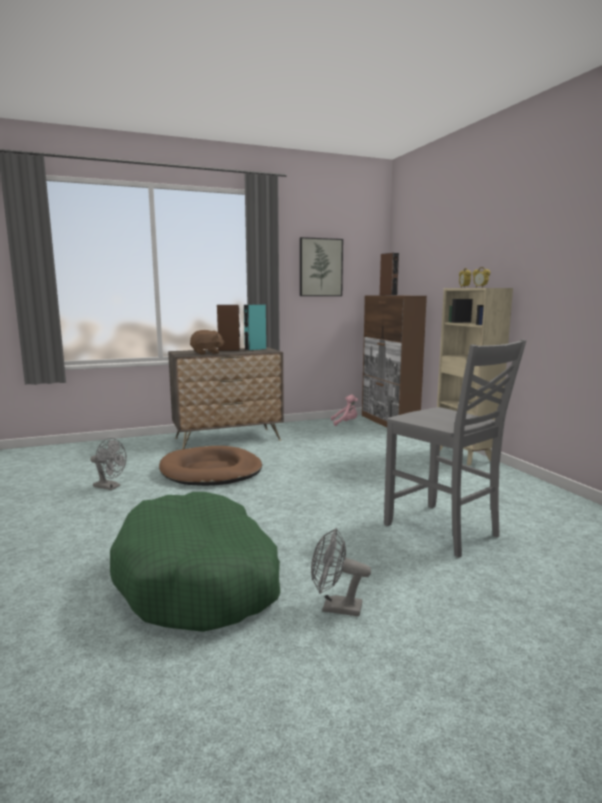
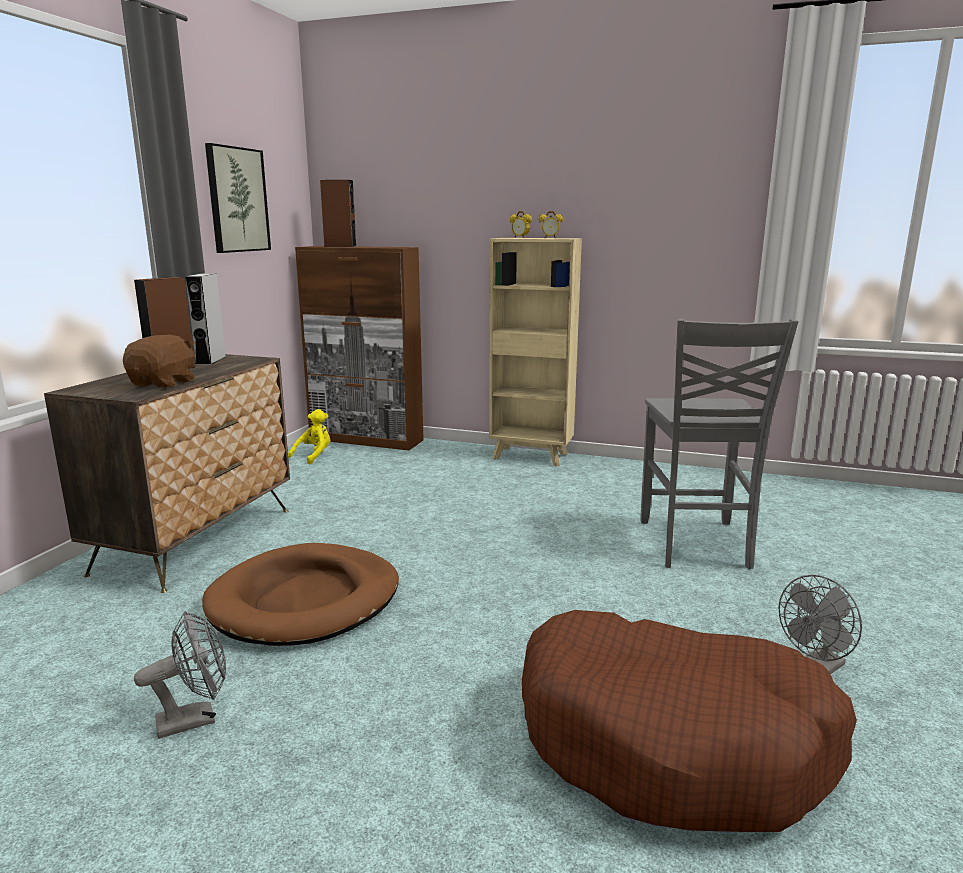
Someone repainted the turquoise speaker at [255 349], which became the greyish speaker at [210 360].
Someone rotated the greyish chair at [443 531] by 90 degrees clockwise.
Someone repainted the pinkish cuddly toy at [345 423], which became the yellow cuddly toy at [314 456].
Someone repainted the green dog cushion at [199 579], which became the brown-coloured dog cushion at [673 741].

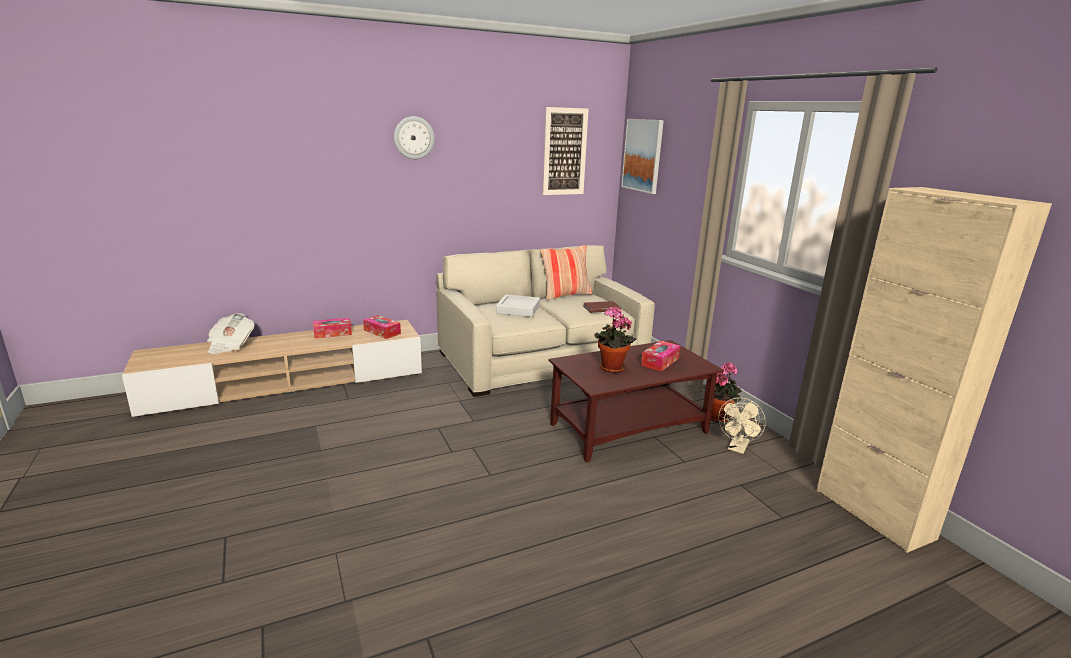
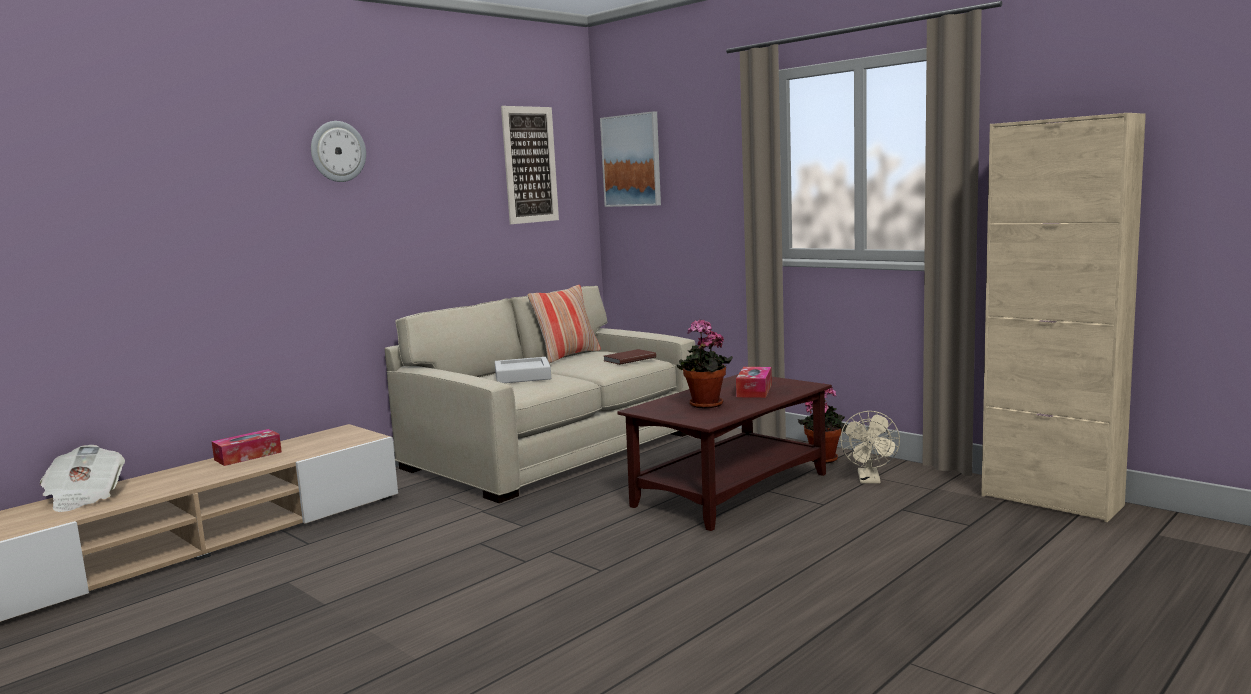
Someone took away the tissue holder at [382 332].

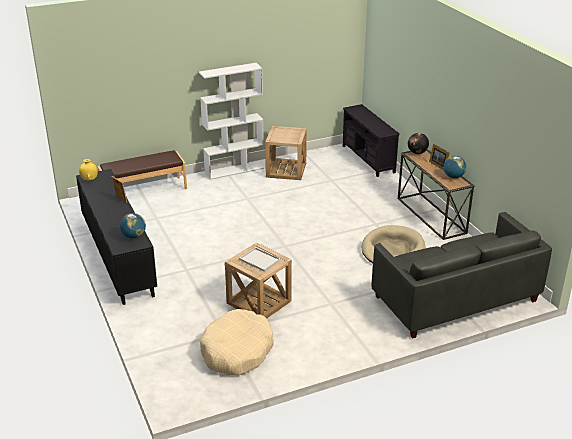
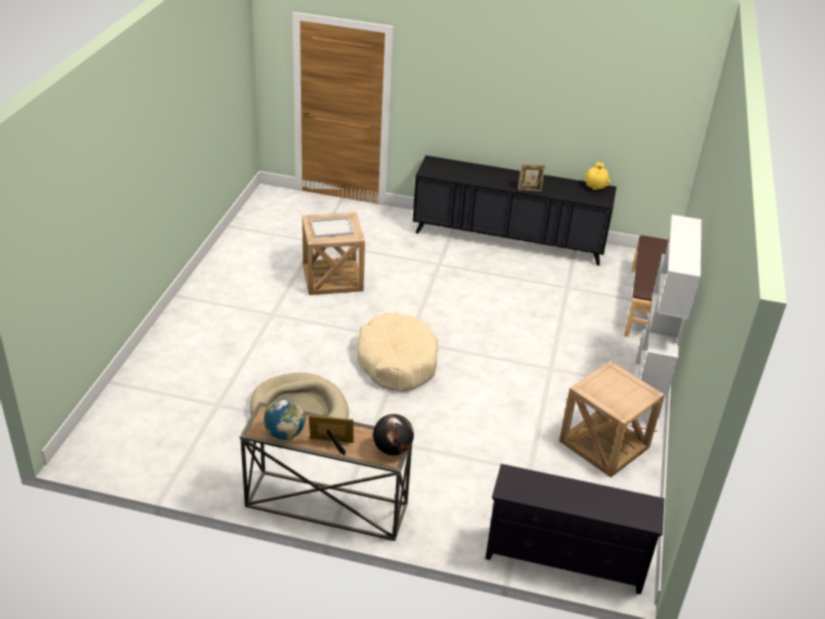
Someone took away the greyish settee at [455 299].
Someone took away the world globe at [134 236].
Someone carried the sand-coloured dog cushion from [237 351] to [396 362].

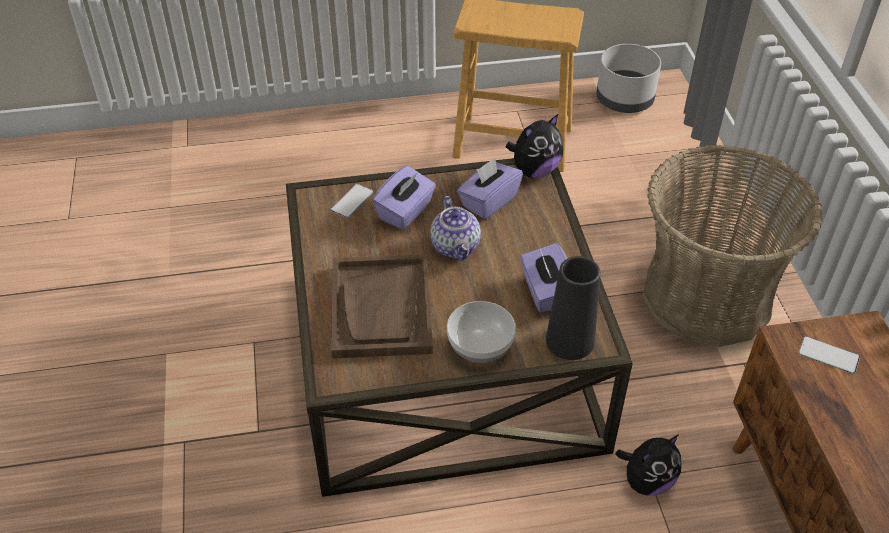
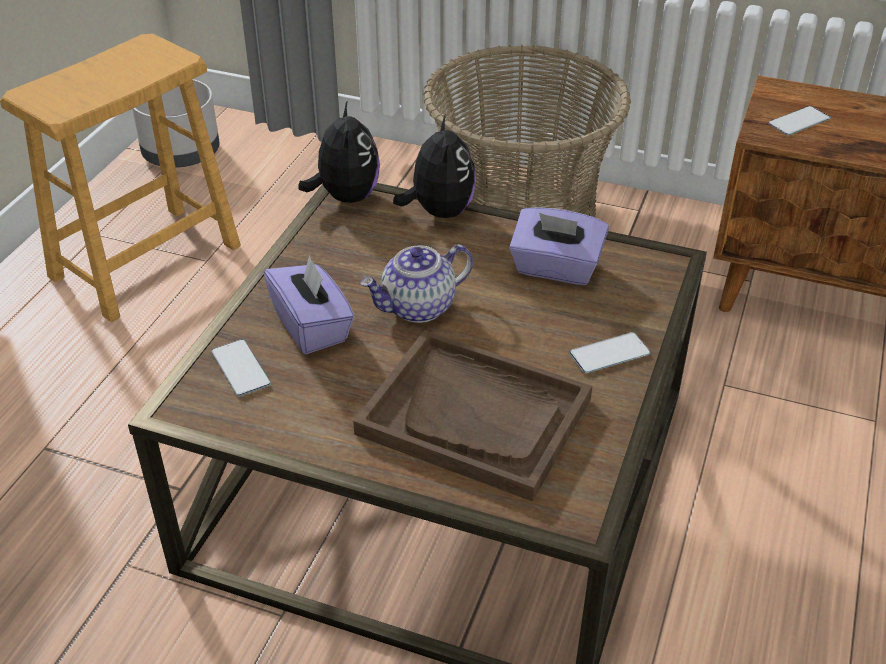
Someone took away the purplish tissue holder at [488 201].
Someone rotated the tea pot at [456 246] by 135 degrees clockwise.
Someone took away the black-coloured flower vase at [570 341].
Someone swapped the deep dish at [480 347] for the phone at [609 353].
Someone carried the cuddly toy from [646 481] to [439 211].

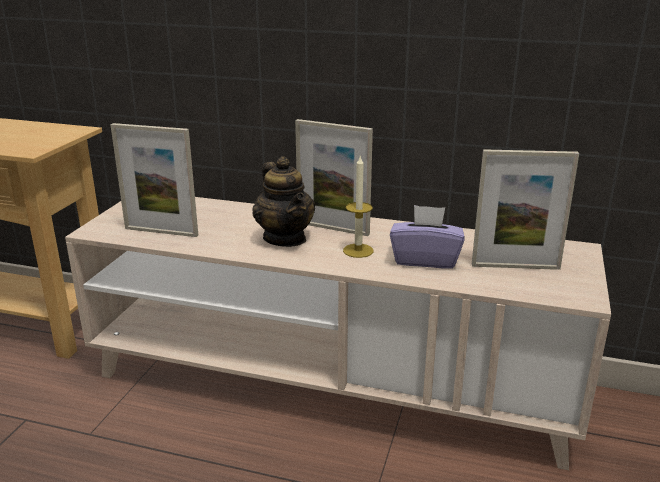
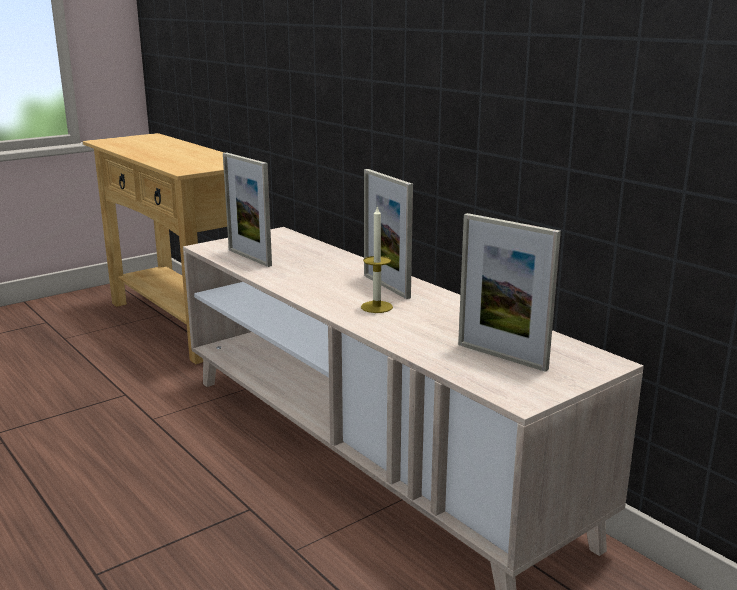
Someone took away the tea pot at [285 238].
Someone took away the purplish tissue holder at [425 259].

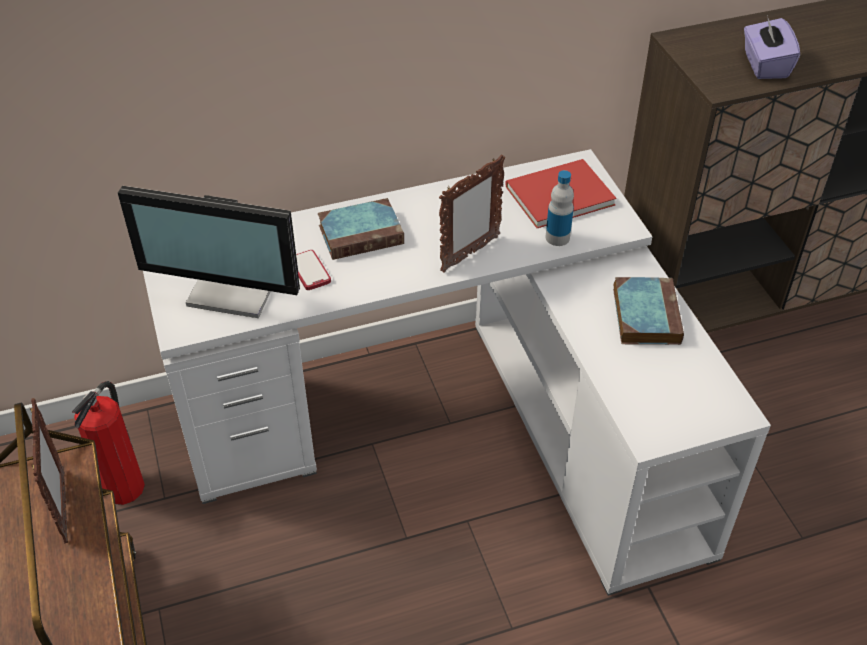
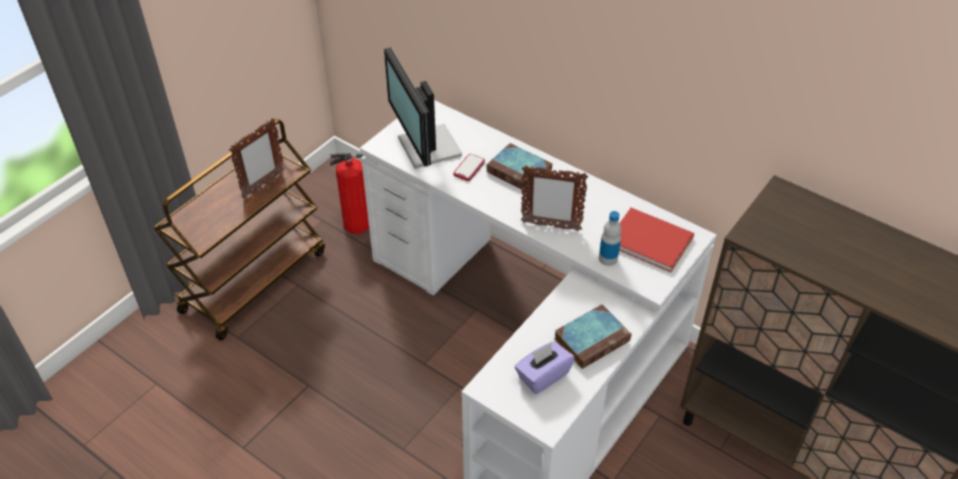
Someone carried the purplish tissue holder from [764 65] to [543 376].

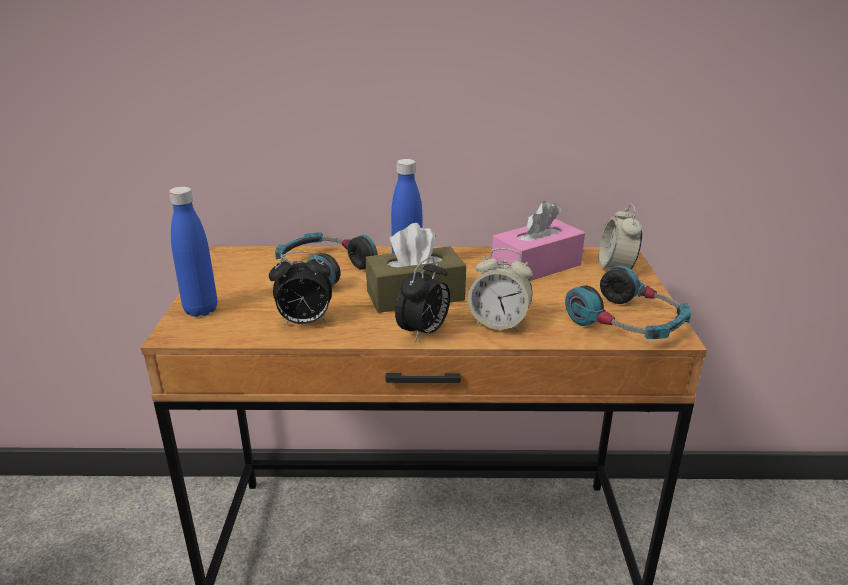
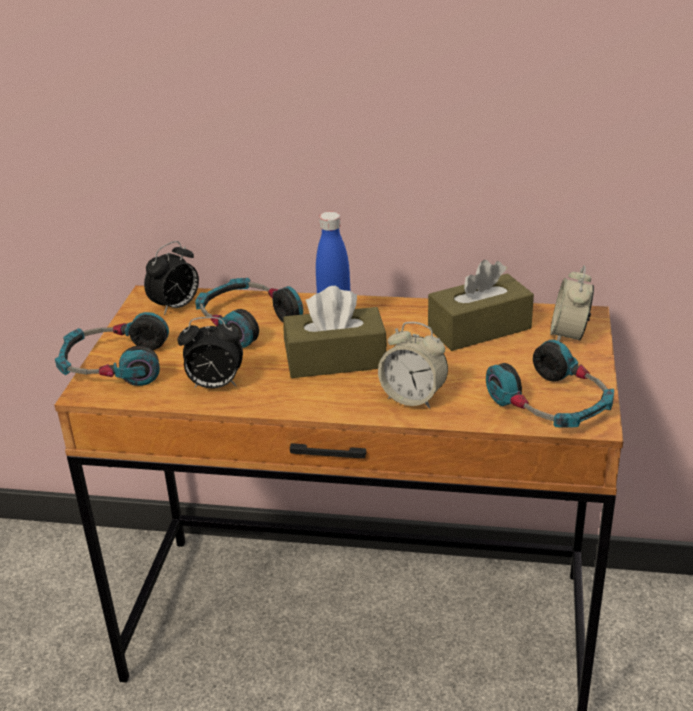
Someone swapped the blue beverage bottle at [201 310] for the headset at [115 365].
Someone repainted the pinkish tissue holder at [536 266], which became the brown-coloured tissue holder at [479 328].
Someone carried the alarm clock from [423 333] to [176 307].

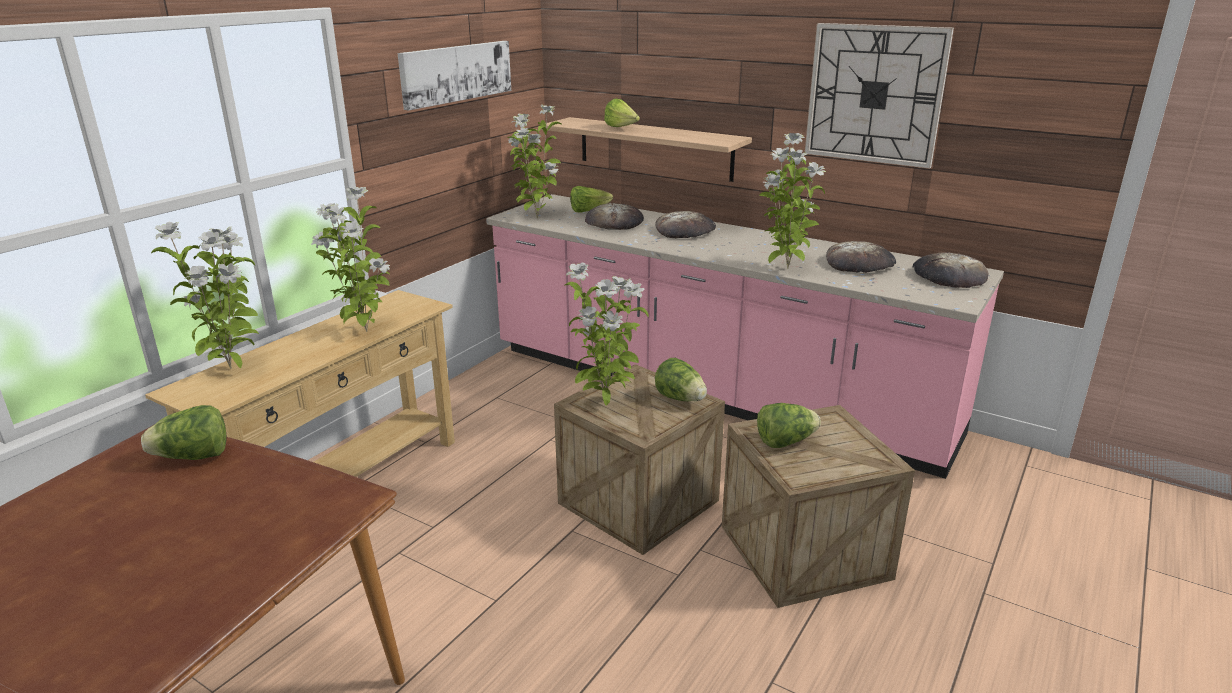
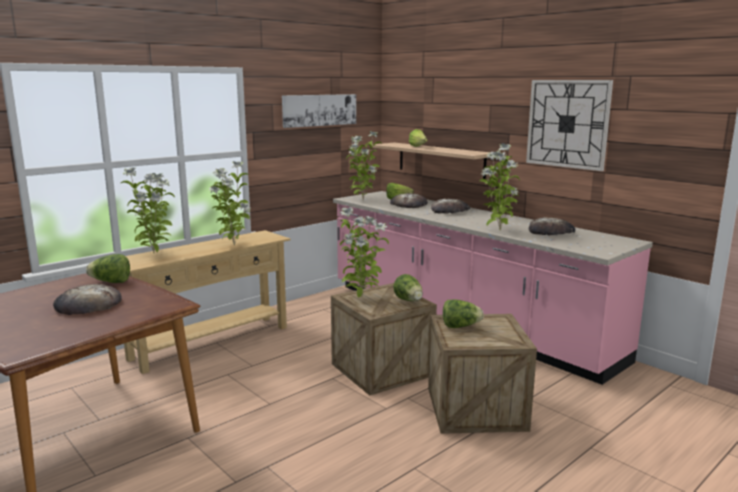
Someone carried the bakery bread from [948 276] to [88 304].

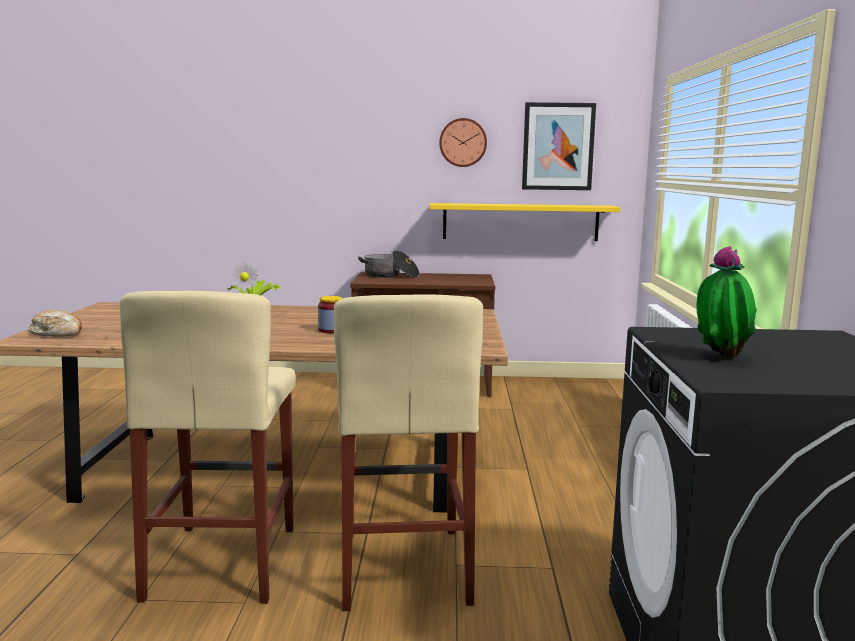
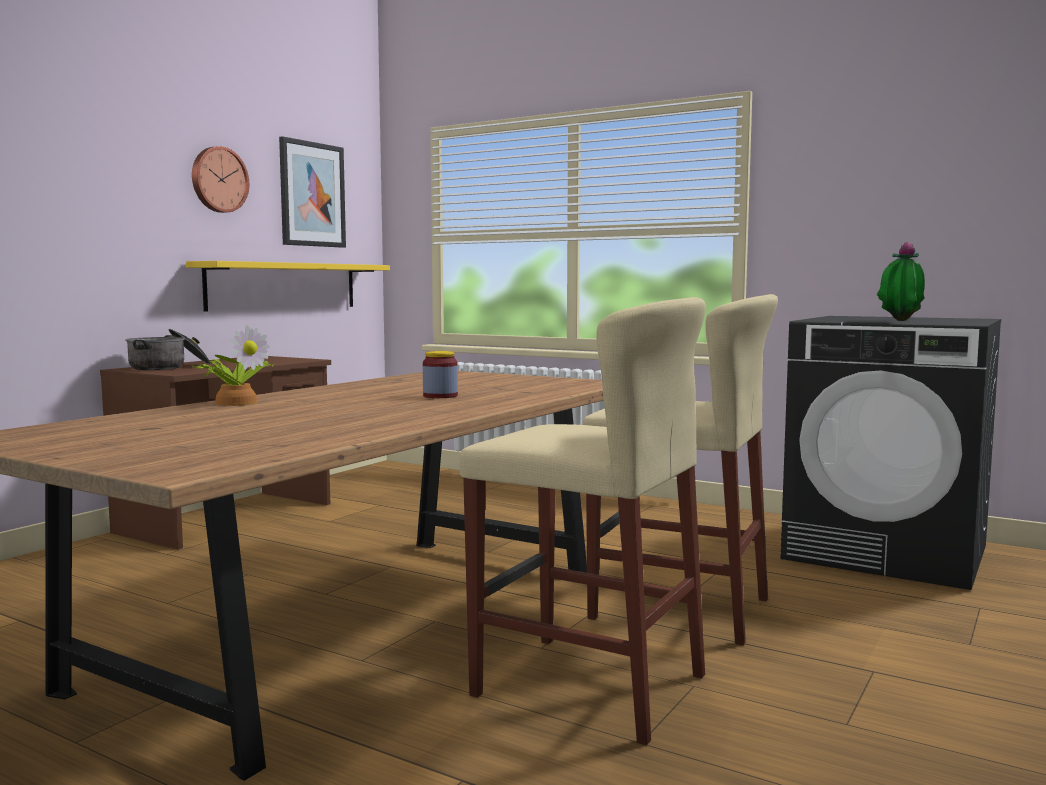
Someone took away the bakery bread at [57 333].

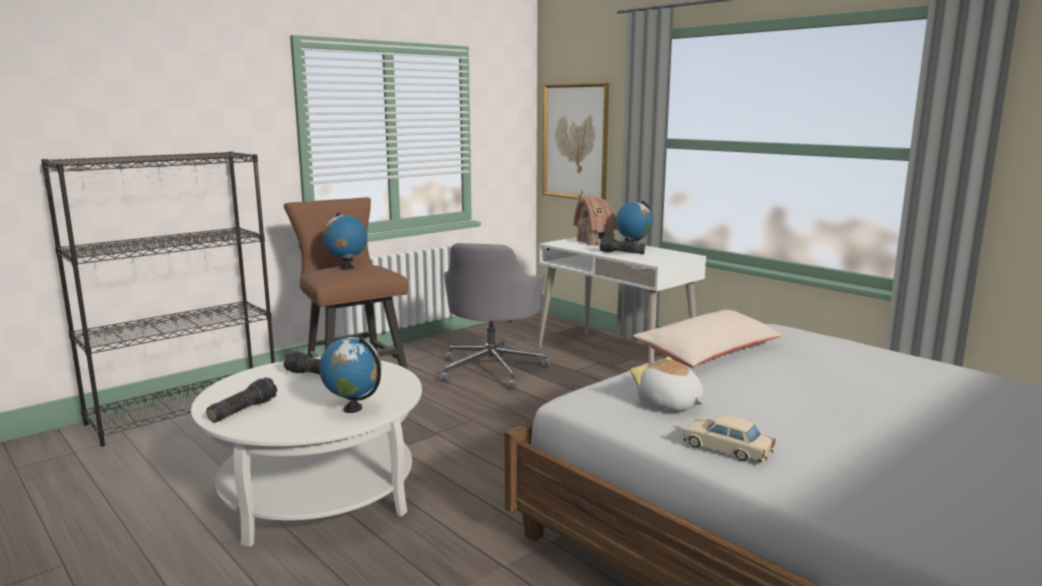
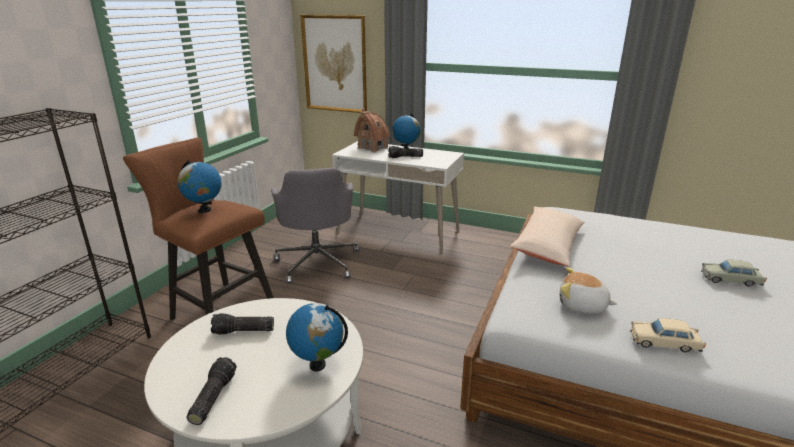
Someone put down the sand-coloured miniature car at [730 280].

